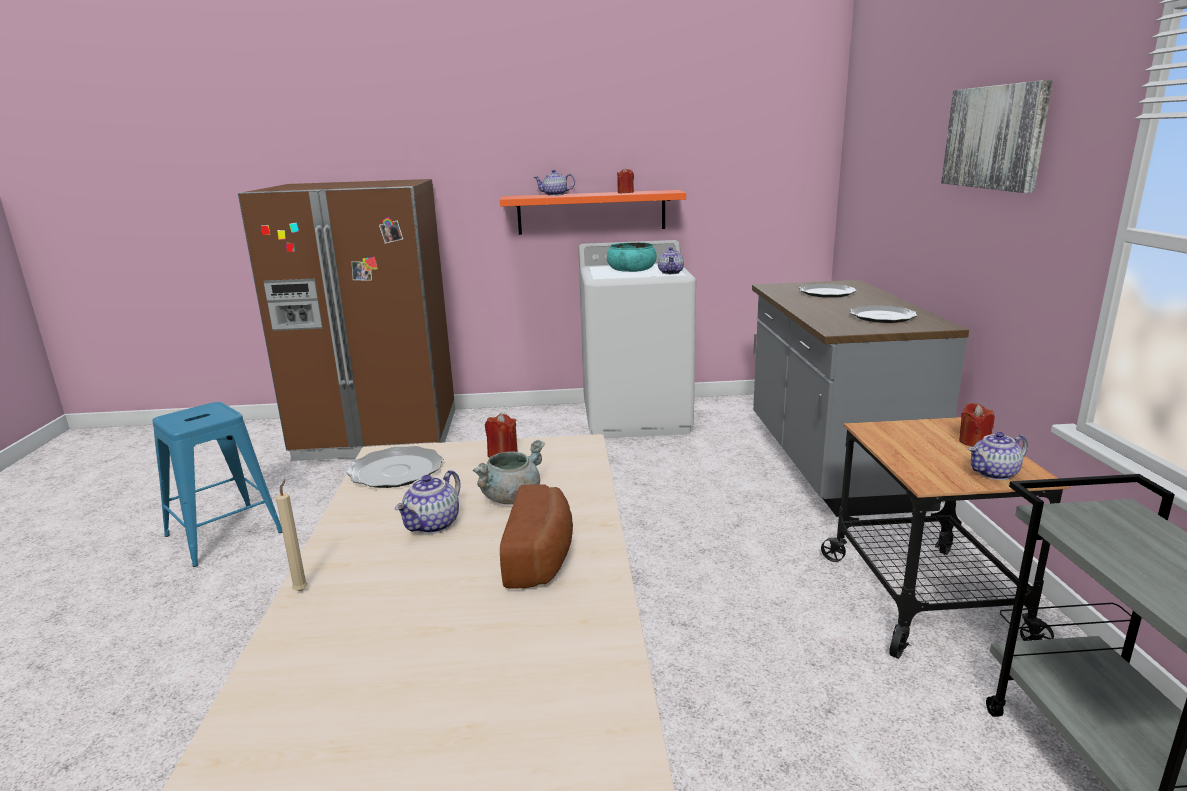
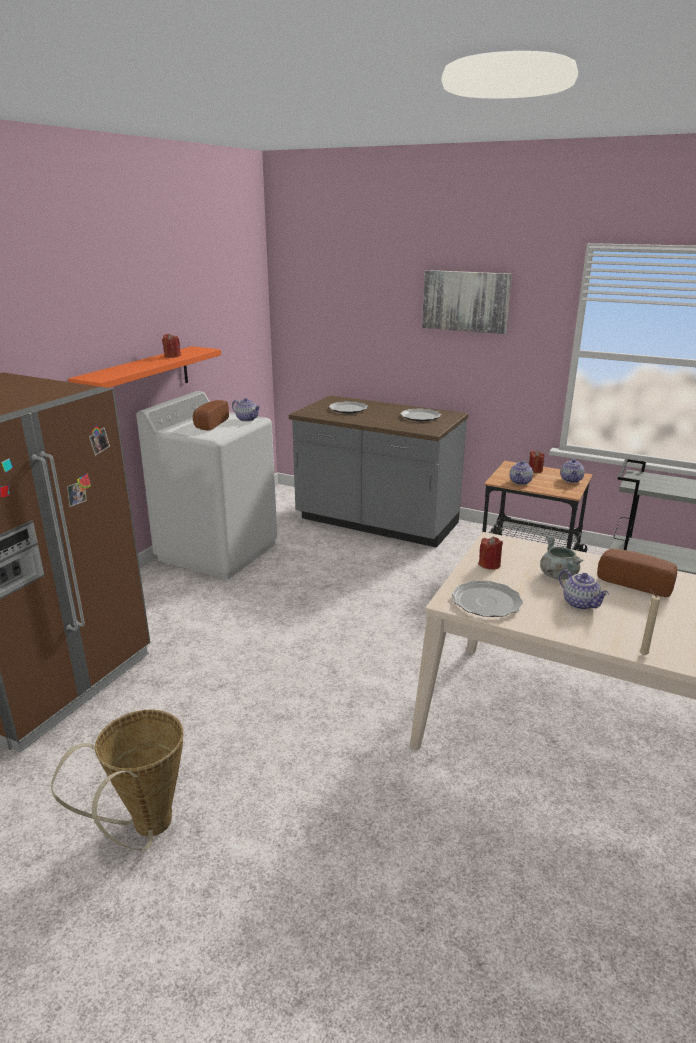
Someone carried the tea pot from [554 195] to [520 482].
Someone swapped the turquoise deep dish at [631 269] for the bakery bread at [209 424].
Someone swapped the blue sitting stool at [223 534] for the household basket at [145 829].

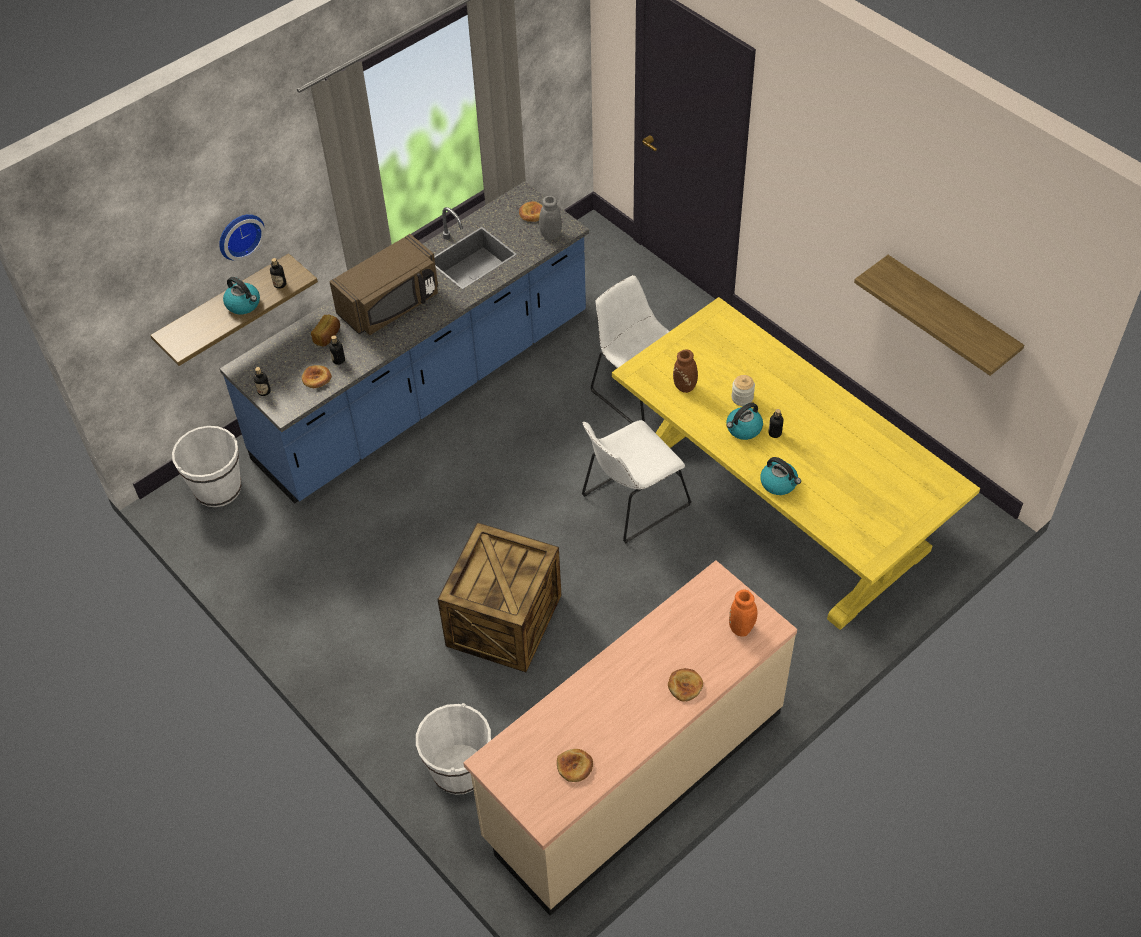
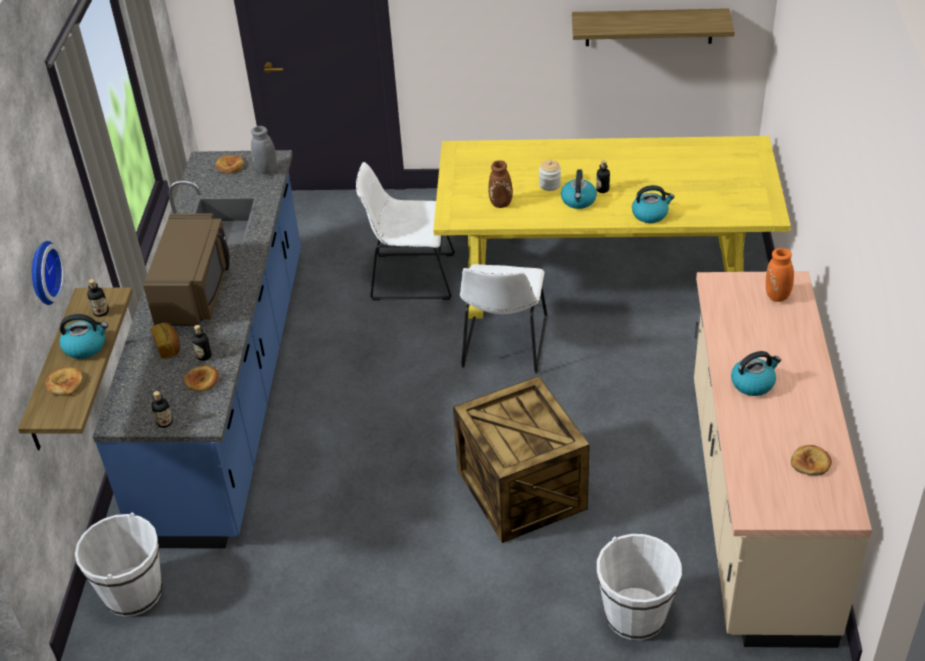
Someone carried the bakery bread from [685 685] to [65 384].
Someone put down the kettle at [753 383].

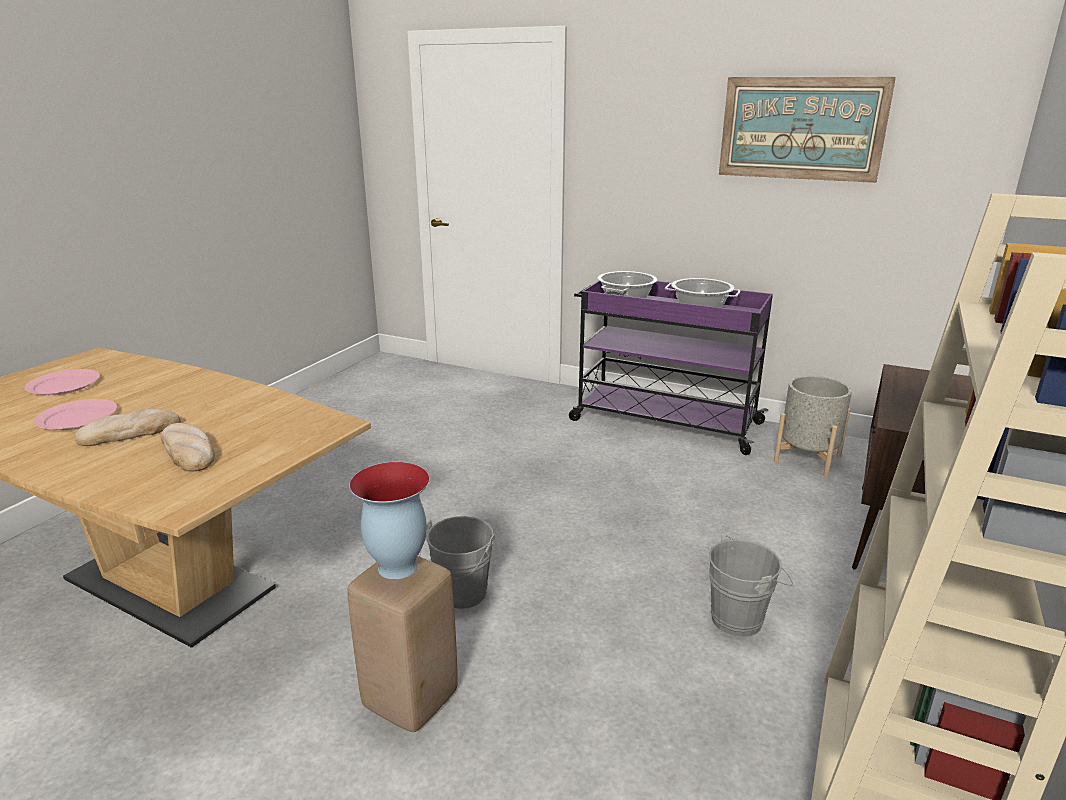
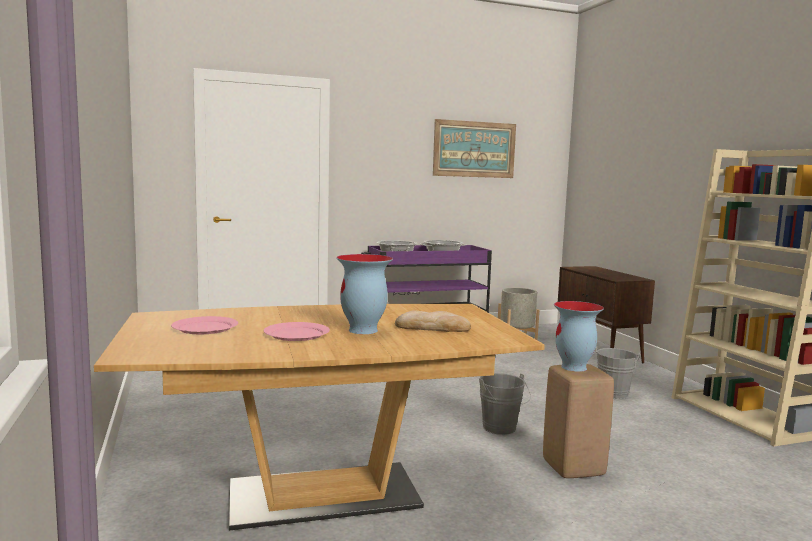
Someone swapped the bakery bread at [130 432] for the flower vase at [363 330].

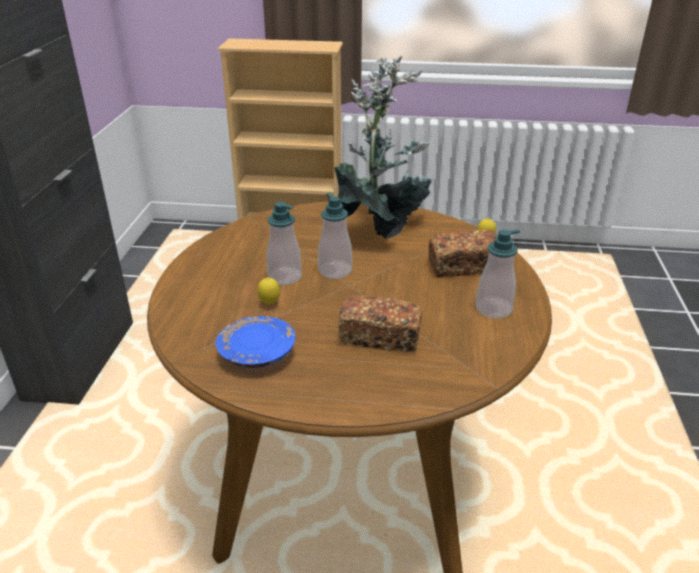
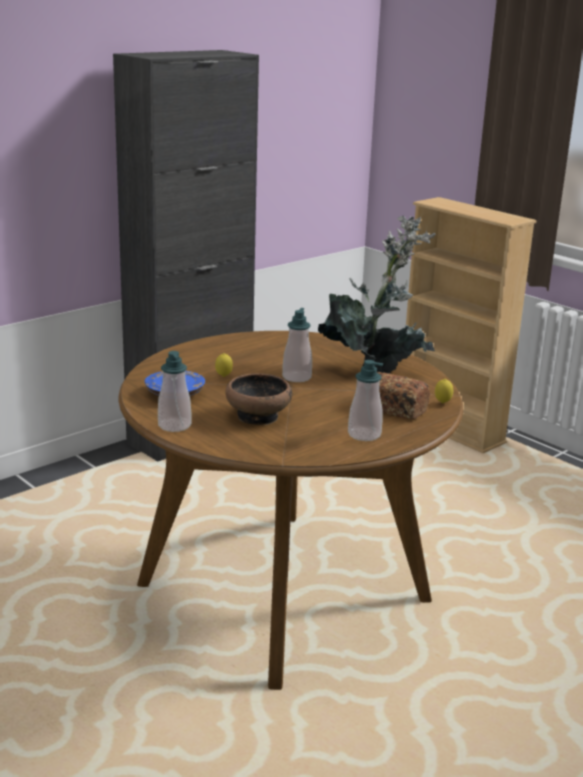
Someone carried the soap bottle from [284 277] to [174 425].
Someone swapped the bakery bread at [380 337] for the deep dish at [259 416].

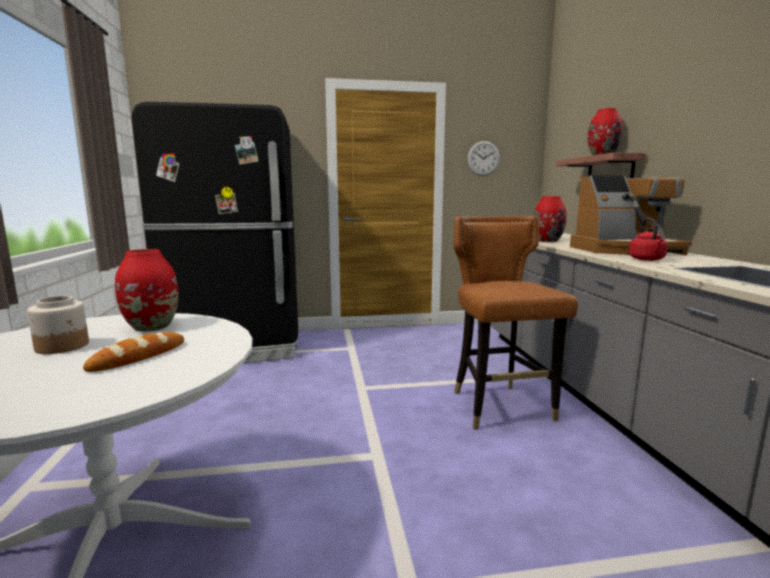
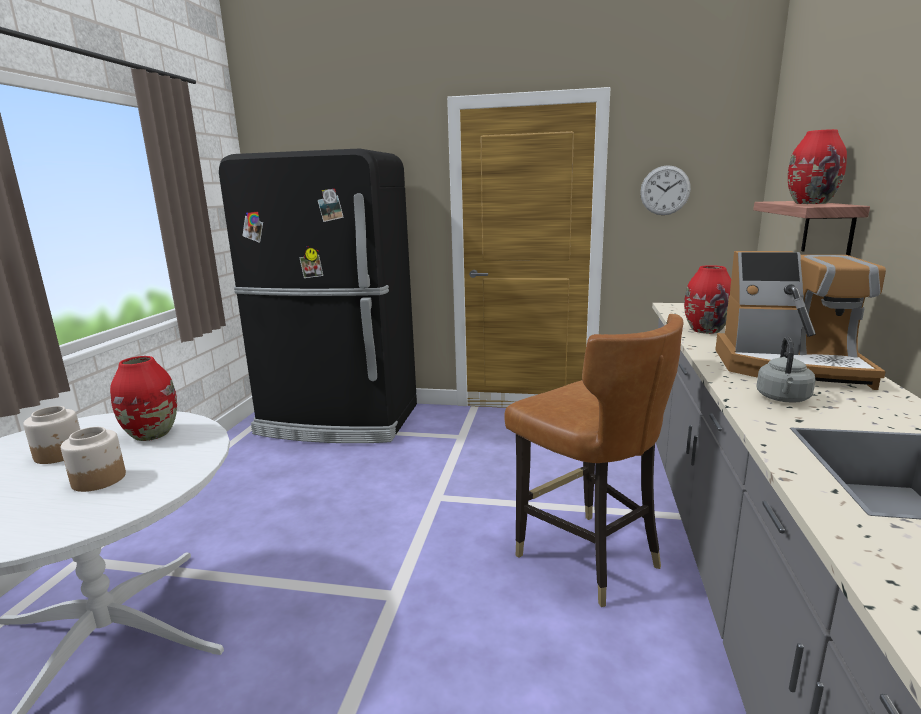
Someone rotated the brown-coloured chair at [500 407] by 135 degrees clockwise.
Someone repainted the red-coloured kettle at [647 259], which became the greyish kettle at [783 399].
Someone swapped the bakery bread at [138 356] for the storage jar at [98 480].

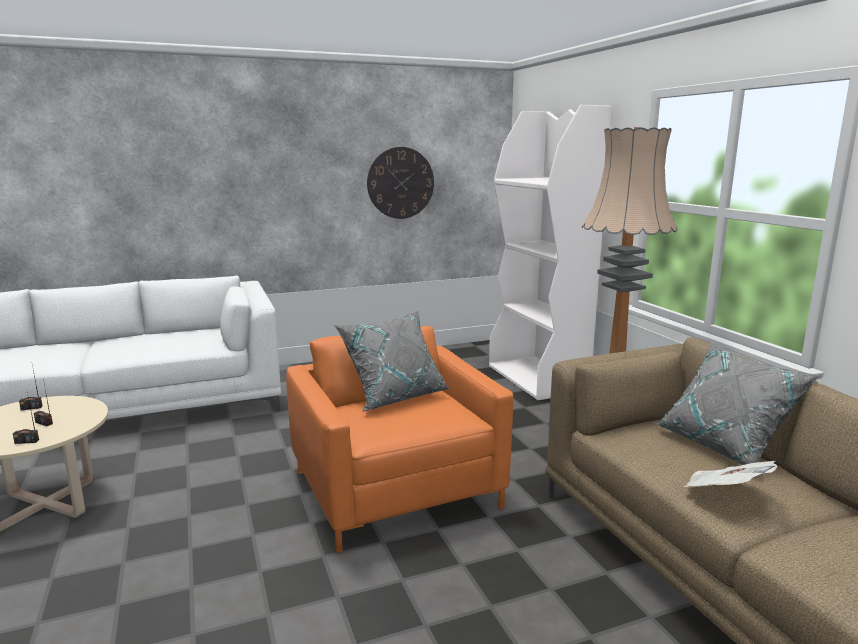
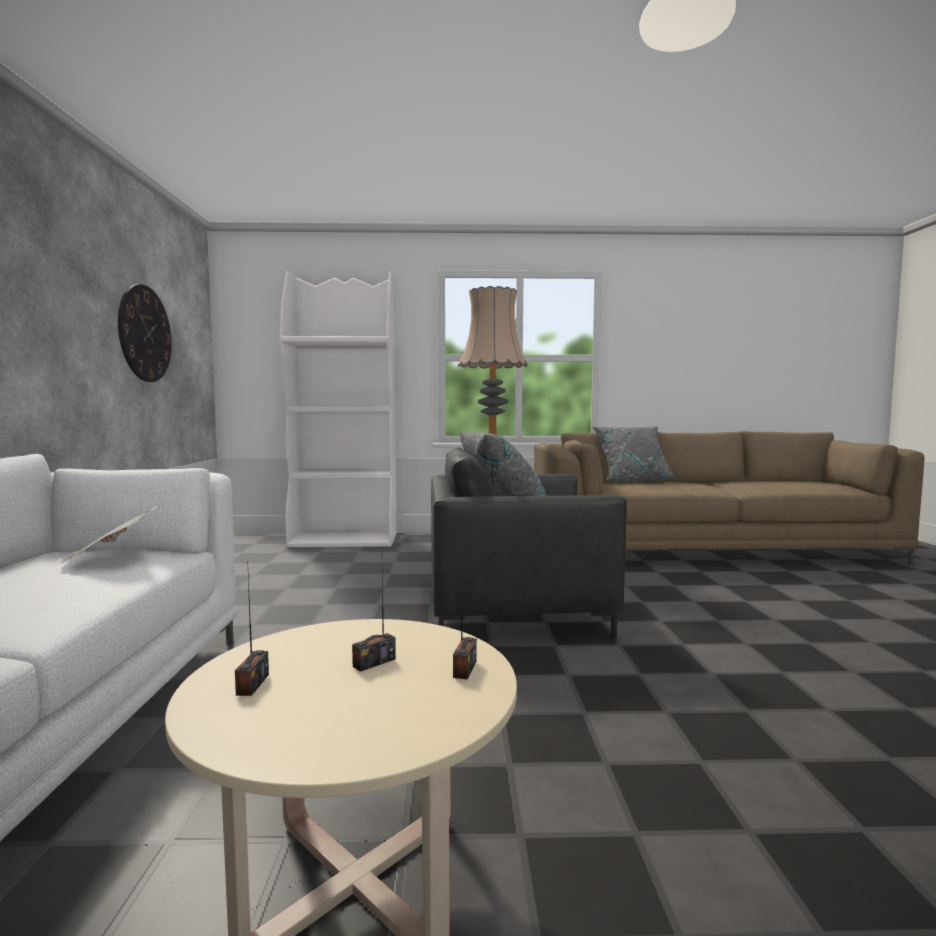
Someone repainted the orange easy chair at [396 489], which became the greyish easy chair at [513 607].
Someone carried the newspaper from [724 493] to [107 559].

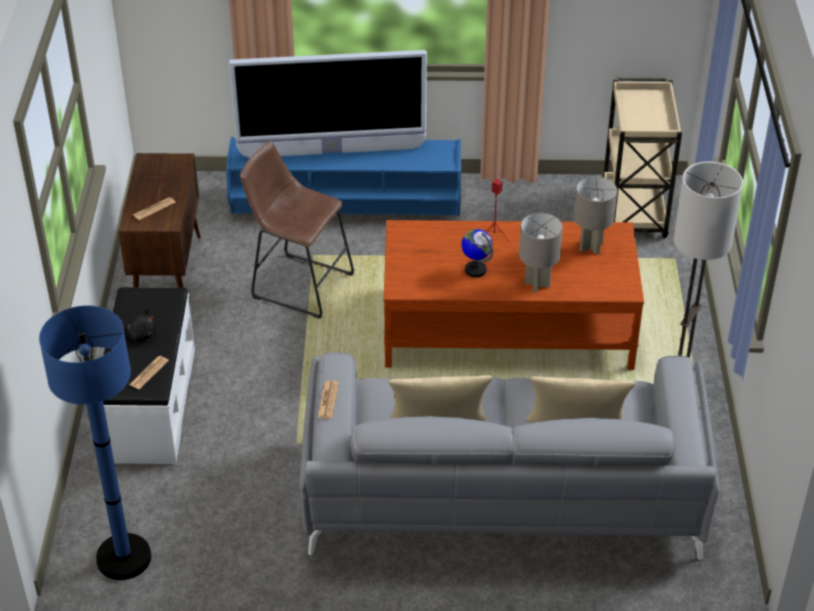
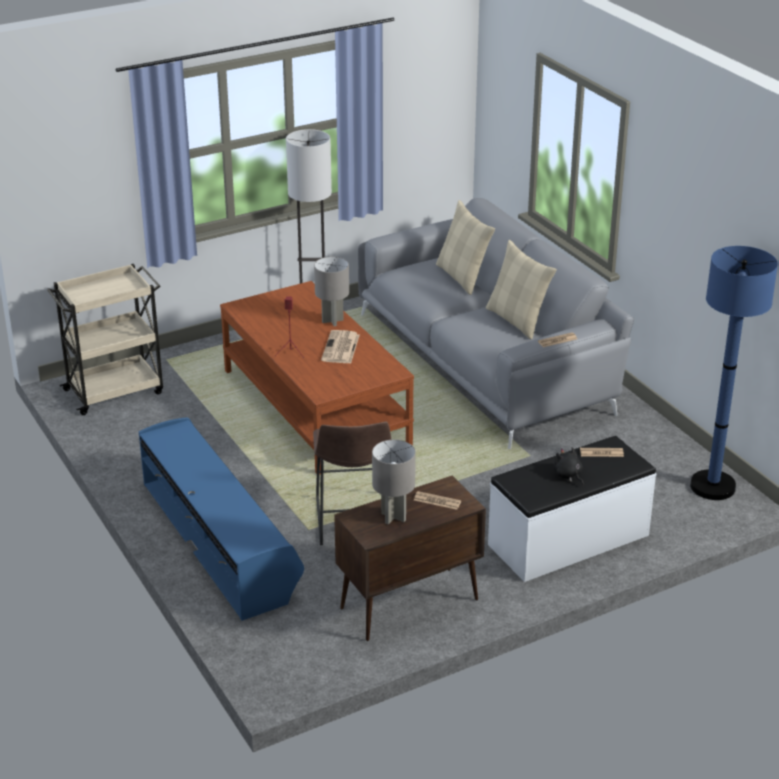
Someone took away the television at [332 152].
Someone carried the greyish table lamp from [590 247] to [394 517].
Someone swapped the world globe at [475 270] for the newspaper at [341 348].

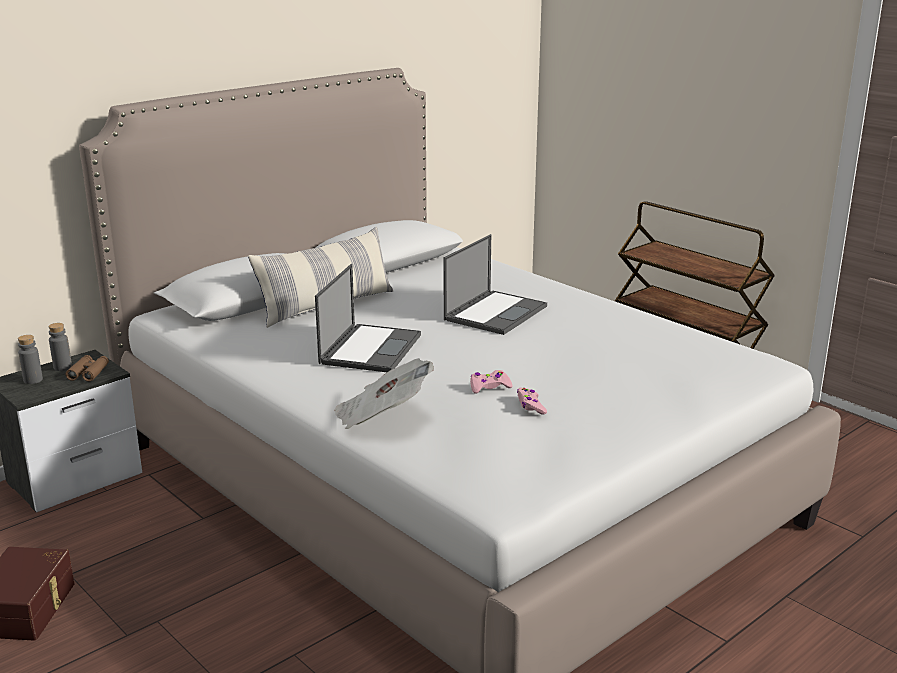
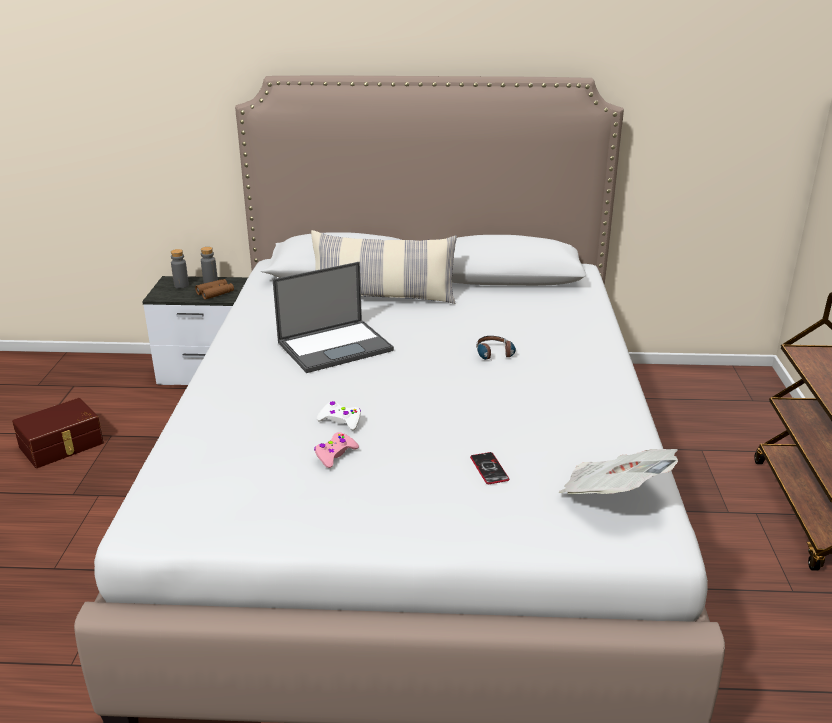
Someone swapped the portable computer at [496 312] for the headset at [496 356].
Someone carried the newspaper from [382 417] to [613 495].
Someone repainted the pinkish game controller at [489 387], which became the whitish game controller at [340 420].
Someone put down the phone at [489 469].

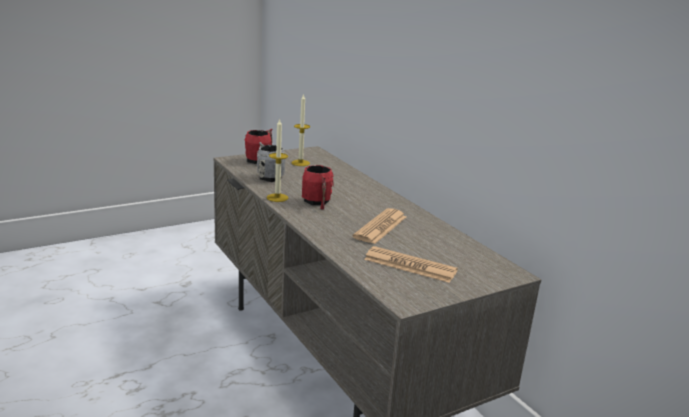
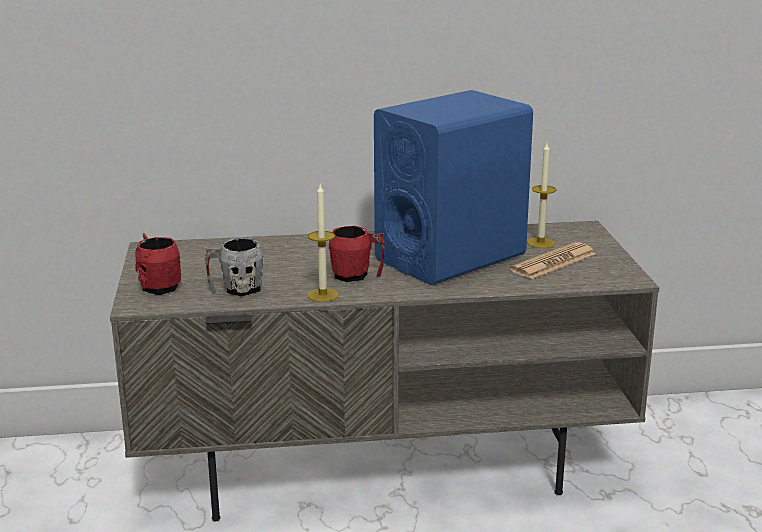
Someone carried the candle from [300 163] to [540 243].
Someone swapped the newspaper at [380 227] for the blue speaker at [451 257].

